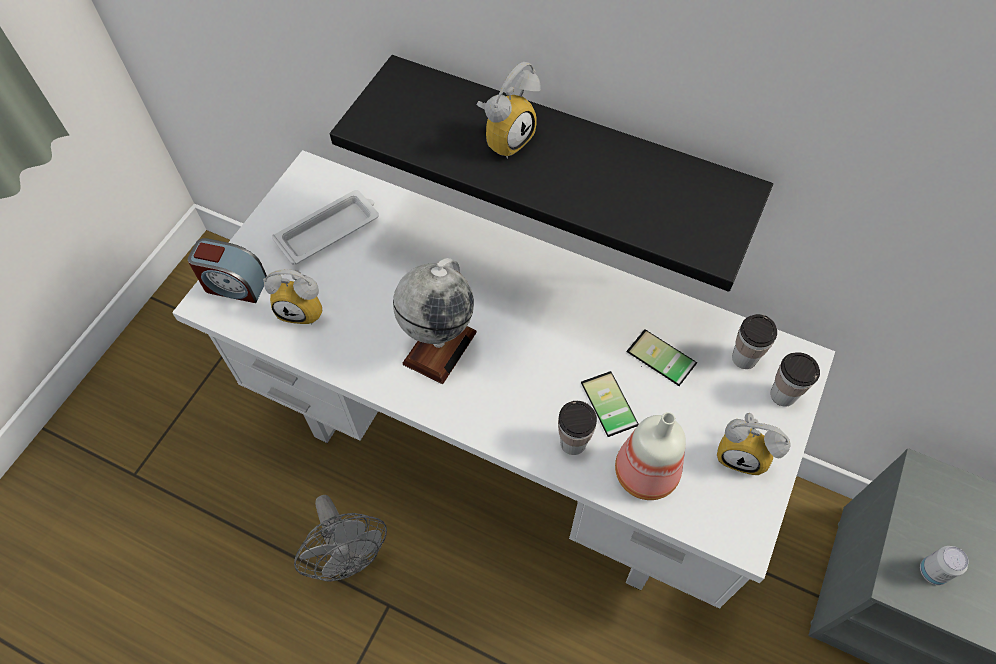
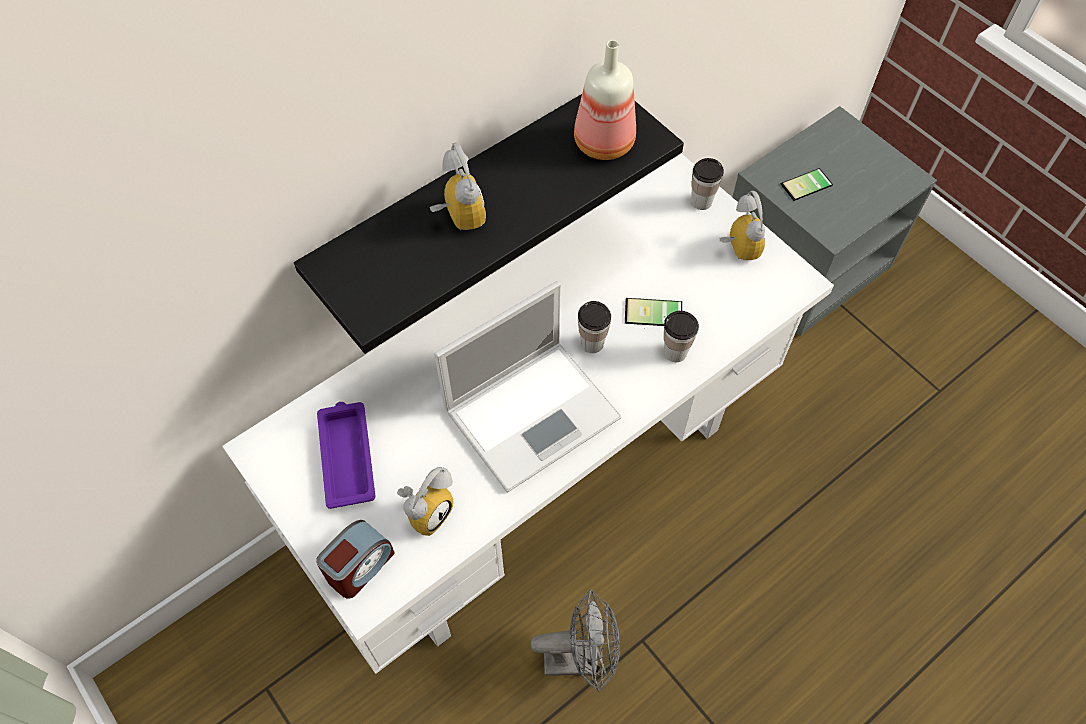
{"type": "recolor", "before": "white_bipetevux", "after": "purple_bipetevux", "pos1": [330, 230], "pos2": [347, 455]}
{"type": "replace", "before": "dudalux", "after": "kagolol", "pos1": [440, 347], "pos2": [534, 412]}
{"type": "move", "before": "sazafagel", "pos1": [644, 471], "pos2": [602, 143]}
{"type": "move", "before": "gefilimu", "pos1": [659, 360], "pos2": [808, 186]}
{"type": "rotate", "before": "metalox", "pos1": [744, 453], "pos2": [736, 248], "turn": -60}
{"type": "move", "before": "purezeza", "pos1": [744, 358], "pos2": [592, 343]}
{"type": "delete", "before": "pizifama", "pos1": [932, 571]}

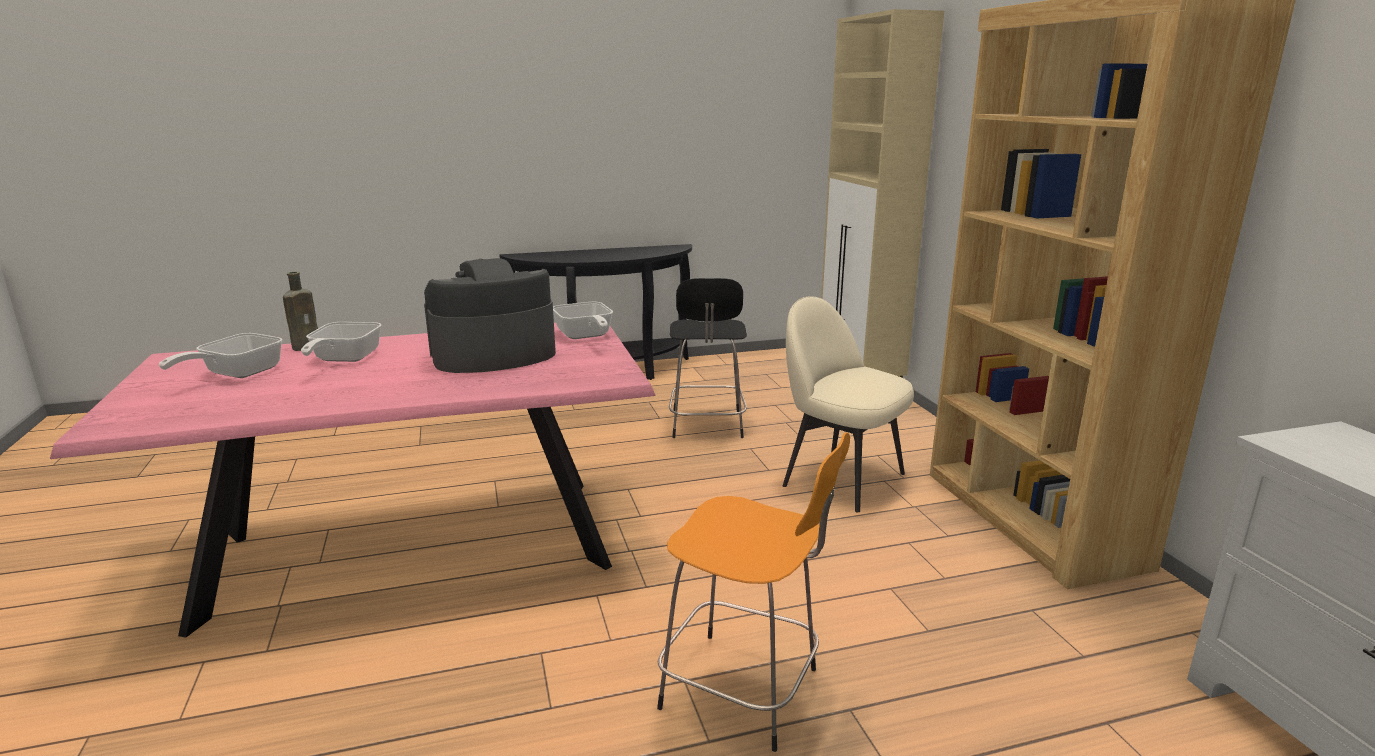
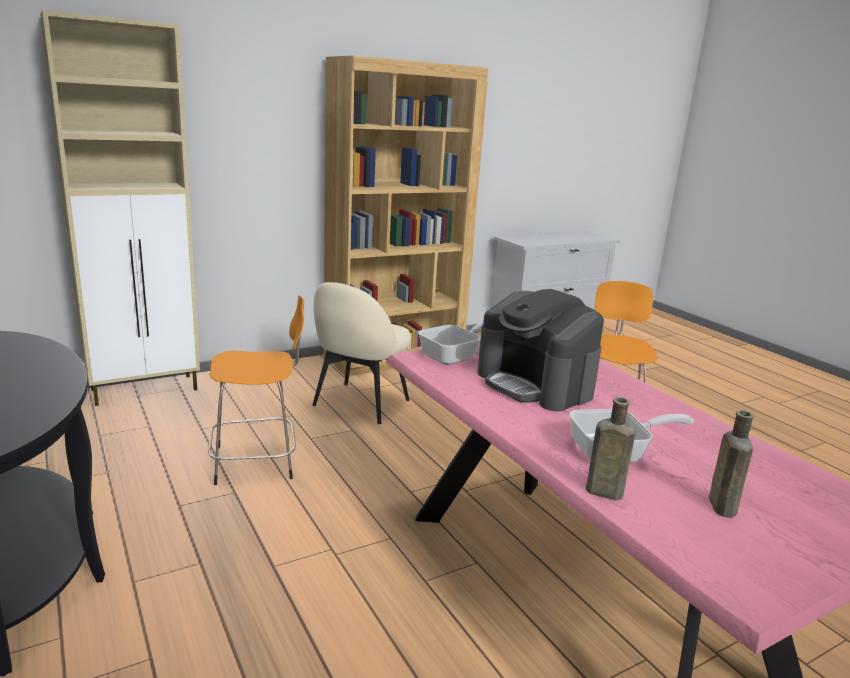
{"type": "replace", "before": "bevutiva", "after": "brown_sazafagel", "pos1": [235, 374], "pos2": [721, 505]}
{"type": "recolor", "before": "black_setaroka", "after": "orange_setaroka", "pos1": [707, 425], "pos2": [257, 462]}

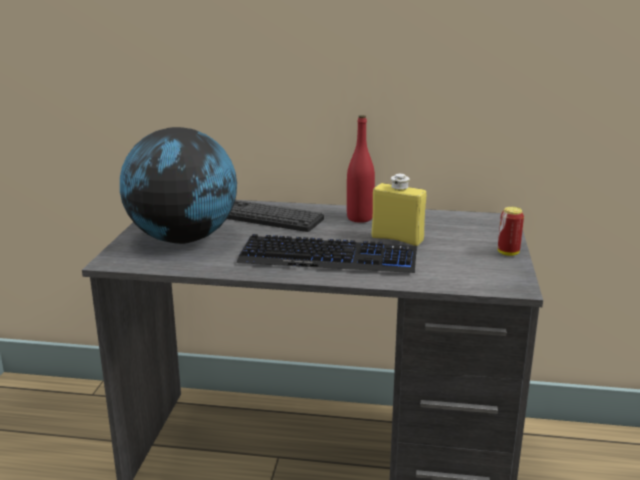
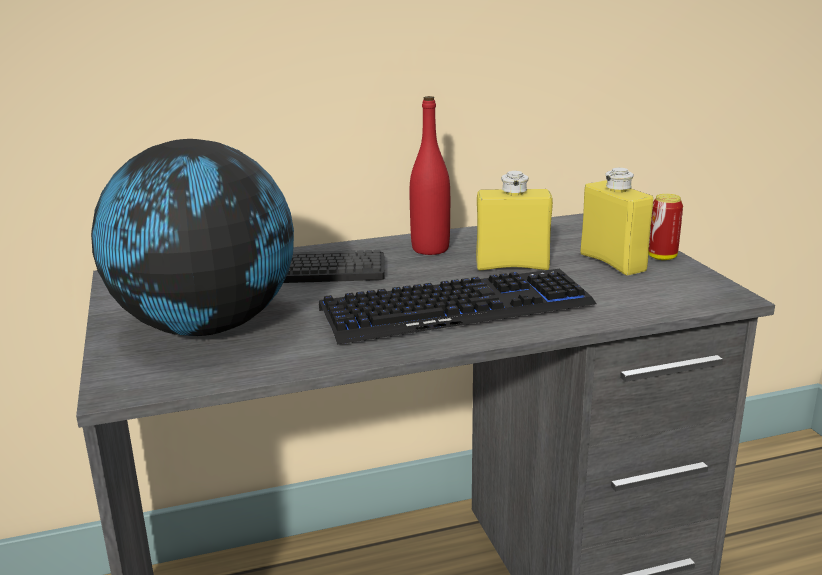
{"type": "insert", "after": "yellow_sazafagel", "pos2": [612, 262]}

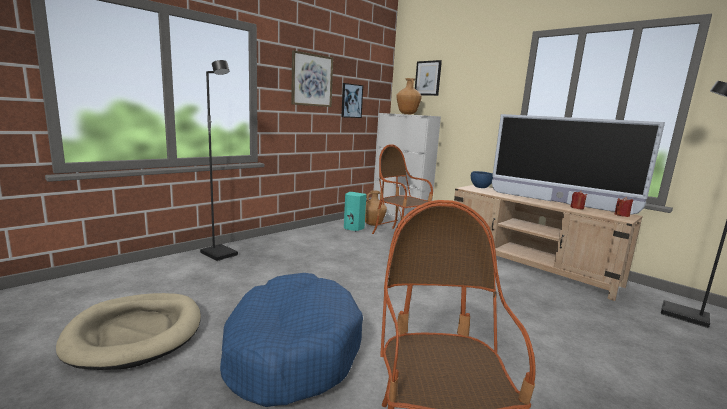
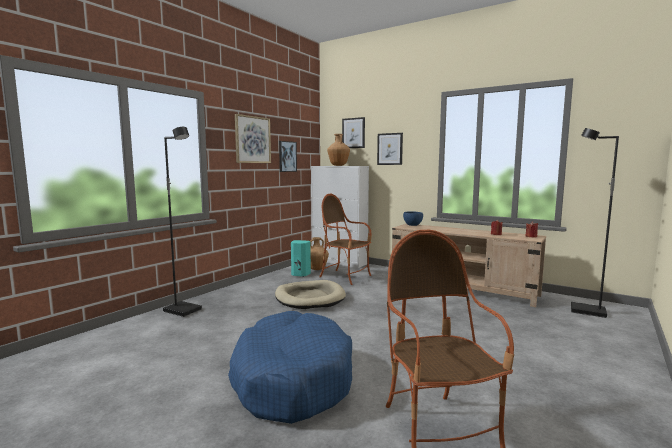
{"type": "move", "before": "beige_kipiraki", "pos1": [136, 333], "pos2": [310, 298]}
{"type": "delete", "before": "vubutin", "pos1": [558, 202]}
{"type": "insert", "after": "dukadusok", "pos2": [390, 149]}

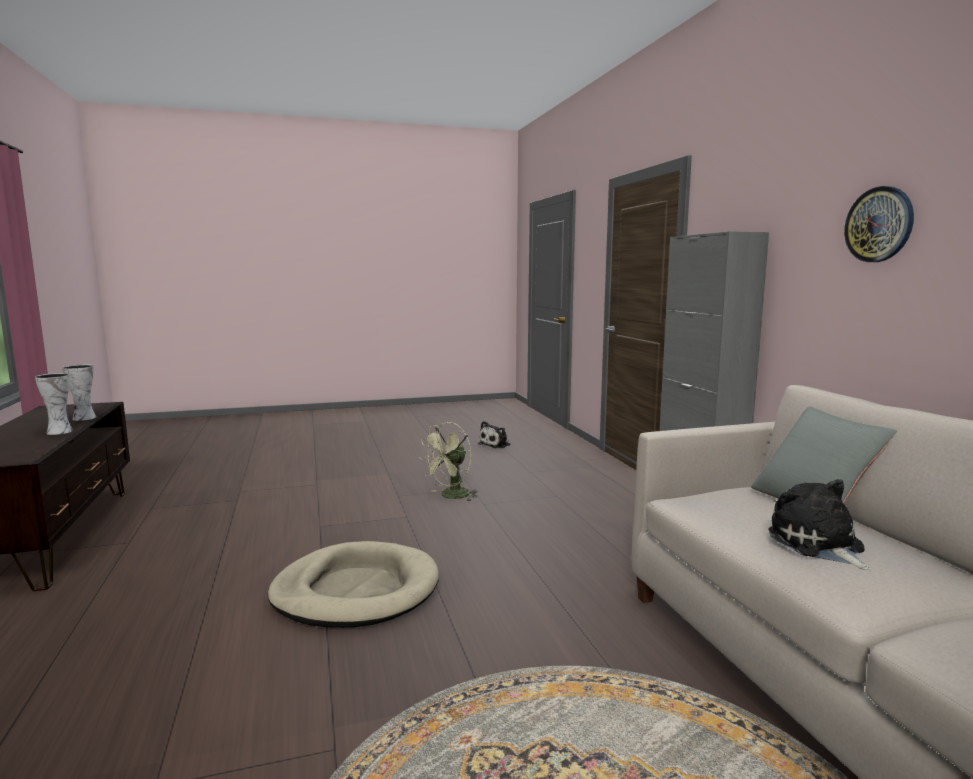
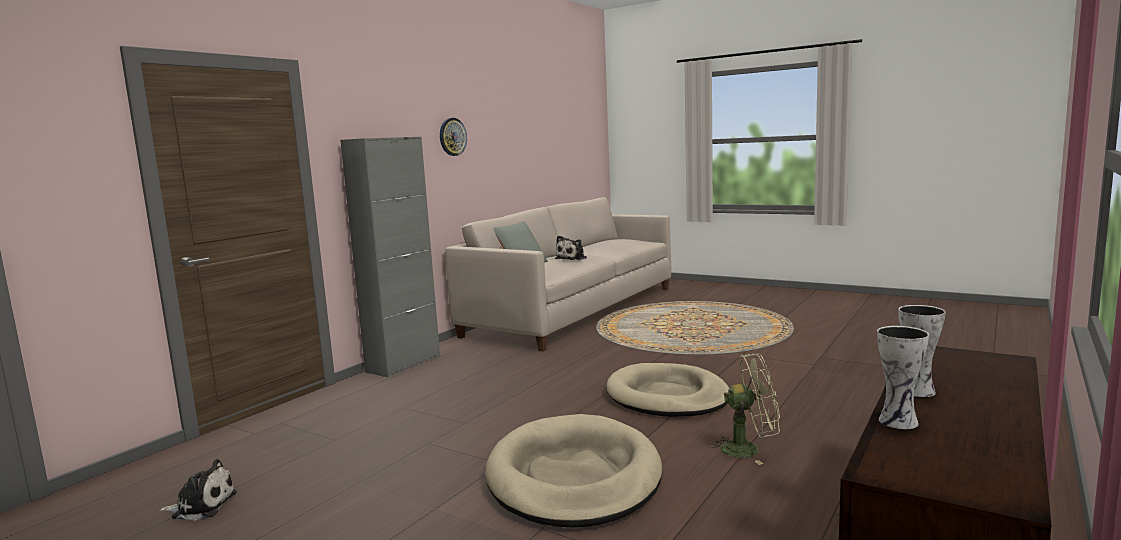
{"type": "move", "before": "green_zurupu", "pos1": [451, 496], "pos2": [748, 449]}
{"type": "insert", "after": "beige_kipiraki", "pos2": [574, 477]}

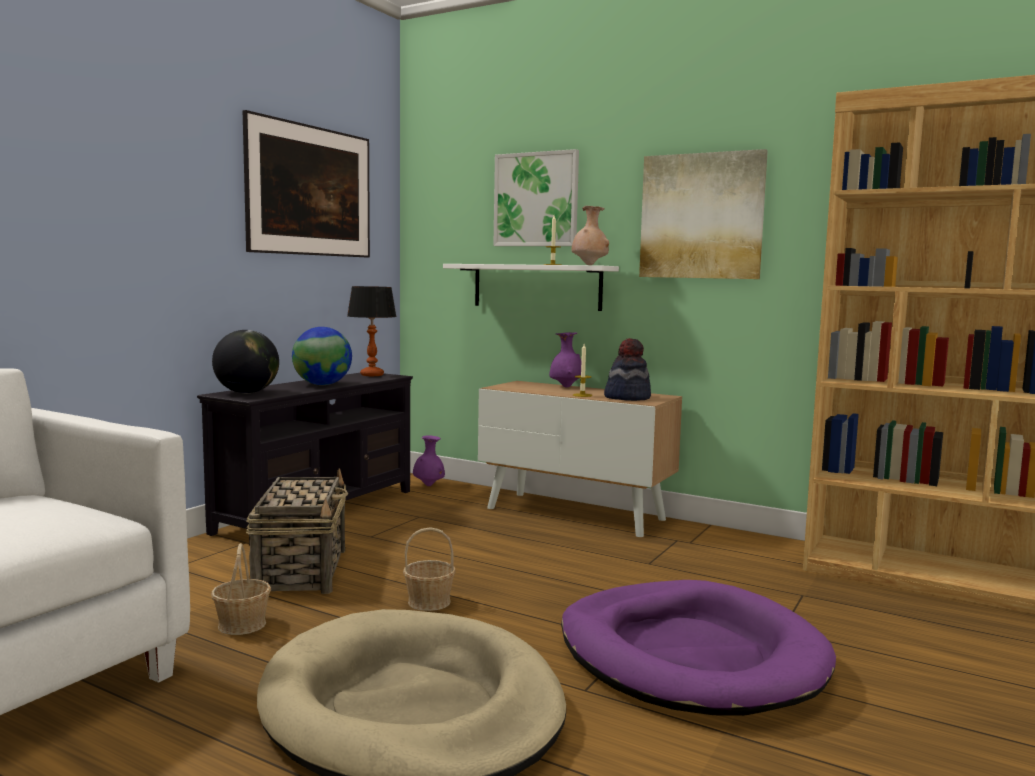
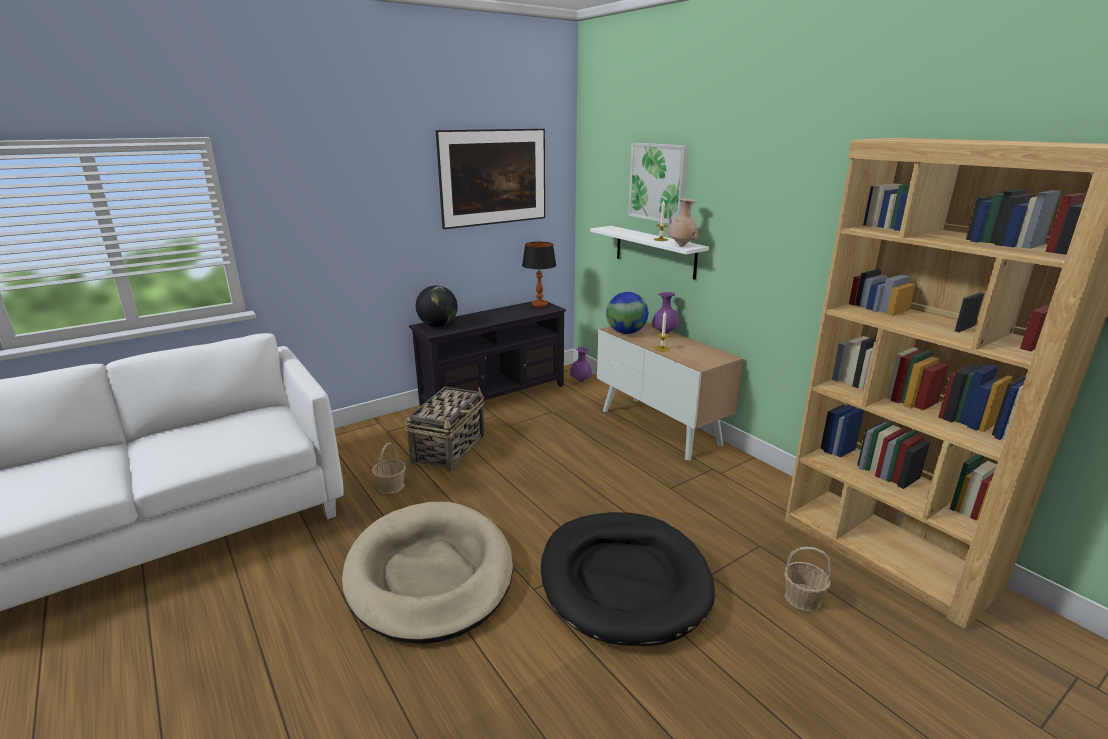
{"type": "move", "before": "dudalux", "pos1": [322, 385], "pos2": [626, 332]}
{"type": "move", "before": "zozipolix", "pos1": [429, 602], "pos2": [803, 598]}
{"type": "recolor", "before": "purple_kipiraki", "after": "black_kipiraki", "pos1": [690, 655], "pos2": [623, 580]}
{"type": "delete", "before": "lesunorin", "pos1": [627, 397]}
{"type": "delete", "before": "dukadusok", "pos1": [701, 216]}

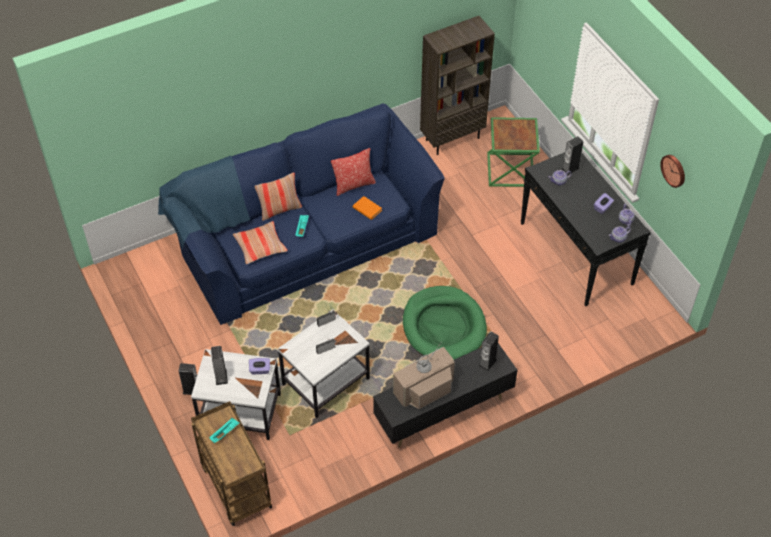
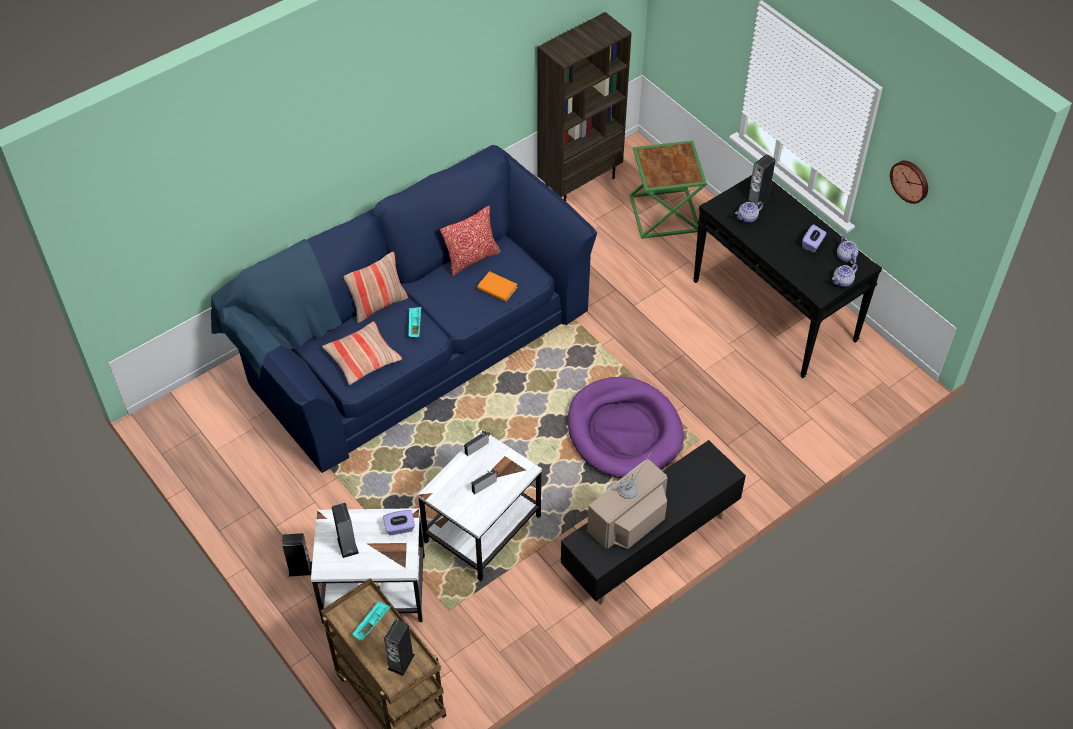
{"type": "recolor", "before": "green_kipiraki", "after": "purple_kipiraki", "pos1": [443, 326], "pos2": [624, 431]}
{"type": "move", "before": "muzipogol", "pos1": [487, 362], "pos2": [401, 661]}

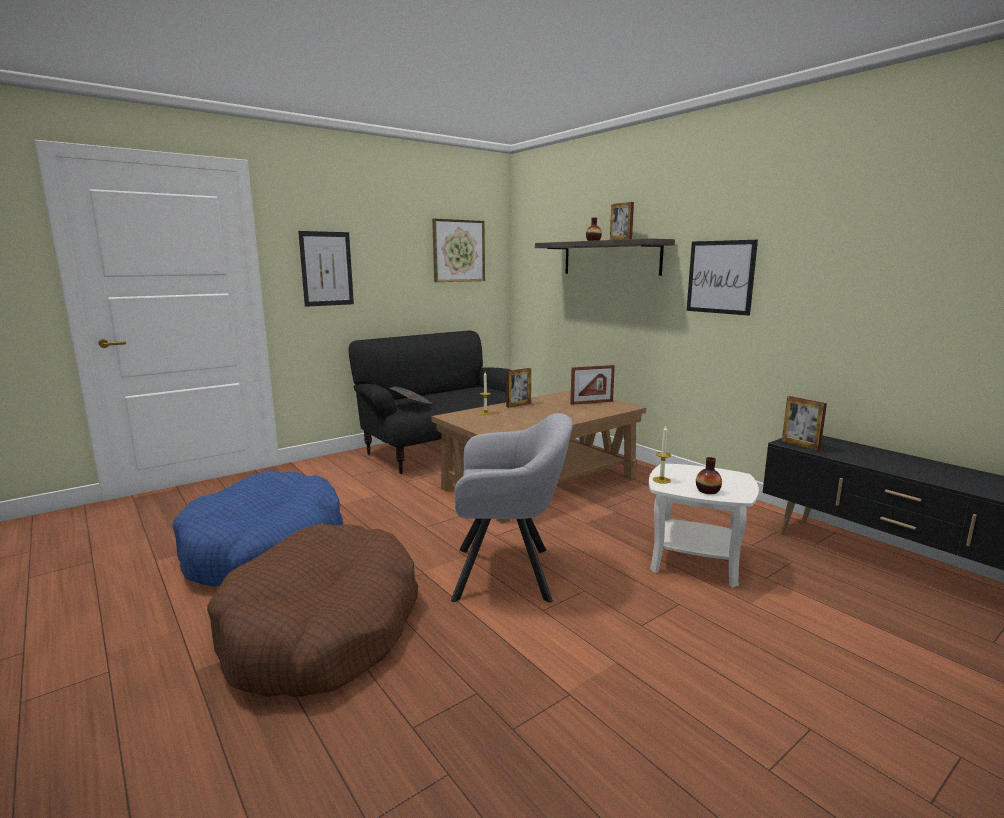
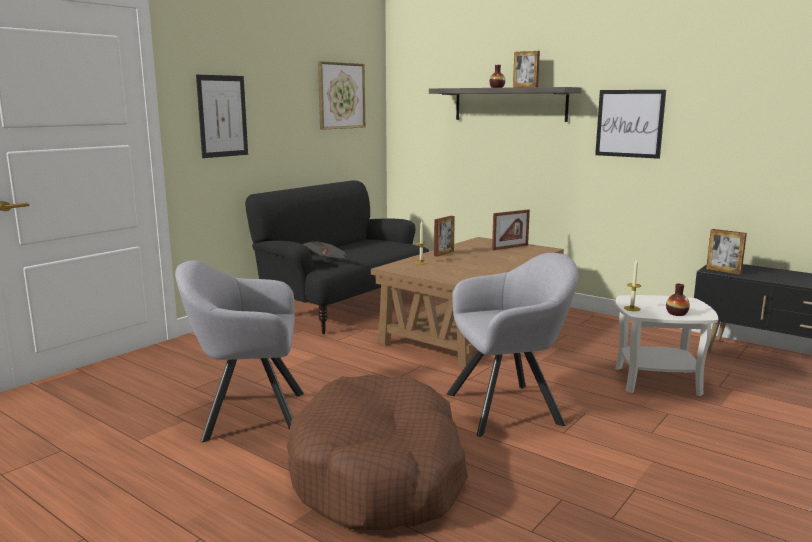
{"type": "replace", "before": "blue_kipiraki", "after": "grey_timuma", "pos1": [264, 548], "pos2": [247, 415]}

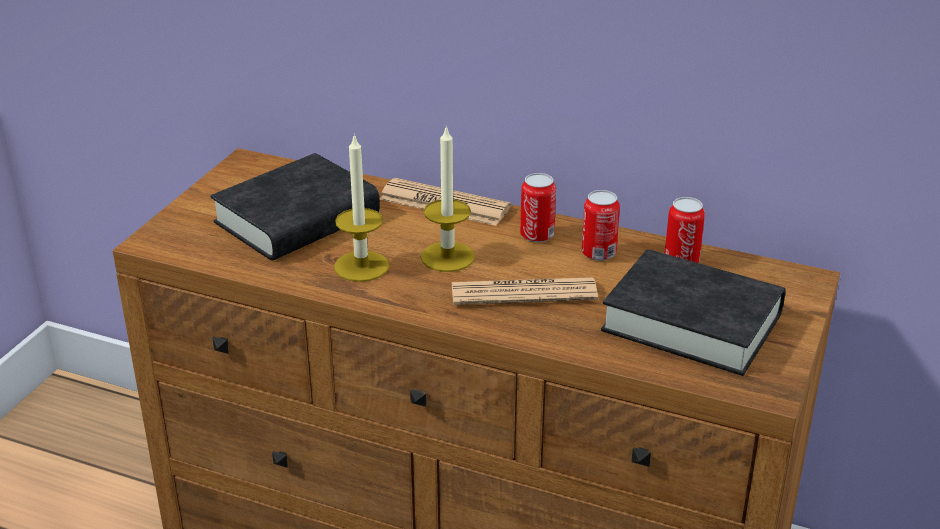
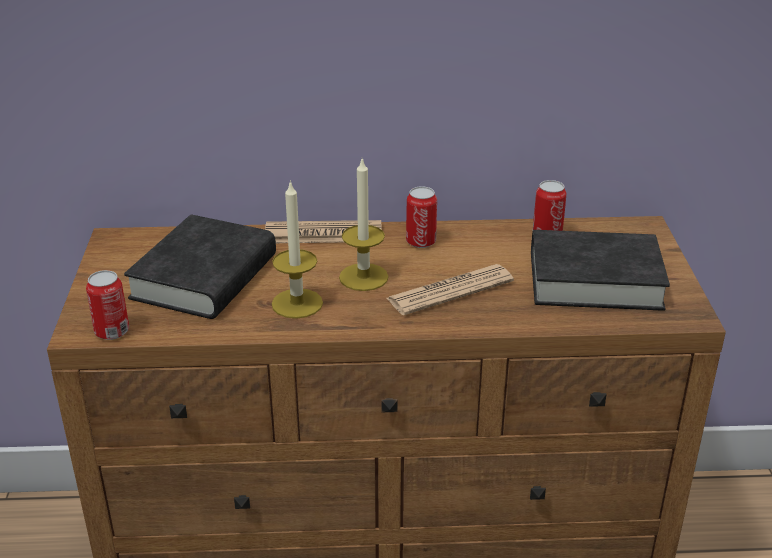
{"type": "move", "before": "pizifama", "pos1": [598, 253], "pos2": [112, 331]}

